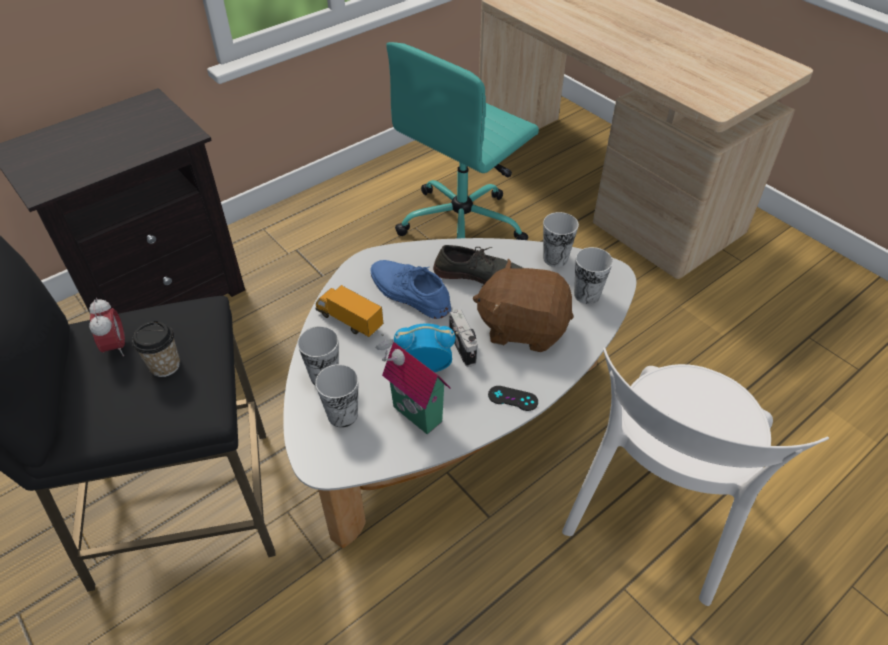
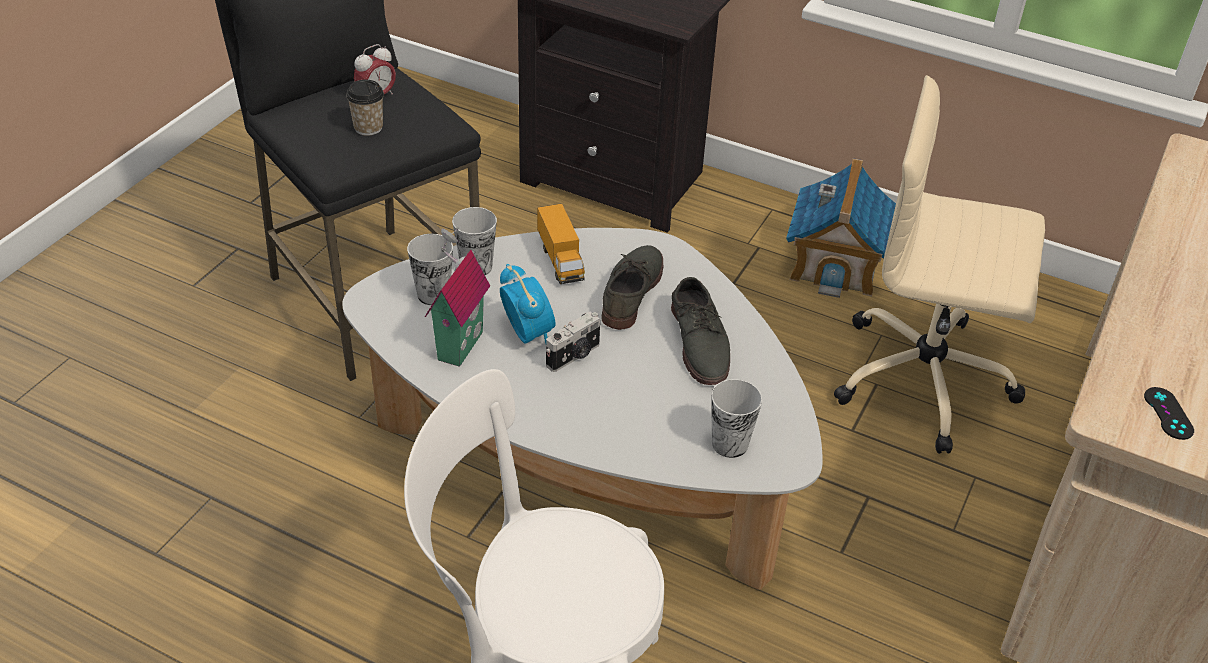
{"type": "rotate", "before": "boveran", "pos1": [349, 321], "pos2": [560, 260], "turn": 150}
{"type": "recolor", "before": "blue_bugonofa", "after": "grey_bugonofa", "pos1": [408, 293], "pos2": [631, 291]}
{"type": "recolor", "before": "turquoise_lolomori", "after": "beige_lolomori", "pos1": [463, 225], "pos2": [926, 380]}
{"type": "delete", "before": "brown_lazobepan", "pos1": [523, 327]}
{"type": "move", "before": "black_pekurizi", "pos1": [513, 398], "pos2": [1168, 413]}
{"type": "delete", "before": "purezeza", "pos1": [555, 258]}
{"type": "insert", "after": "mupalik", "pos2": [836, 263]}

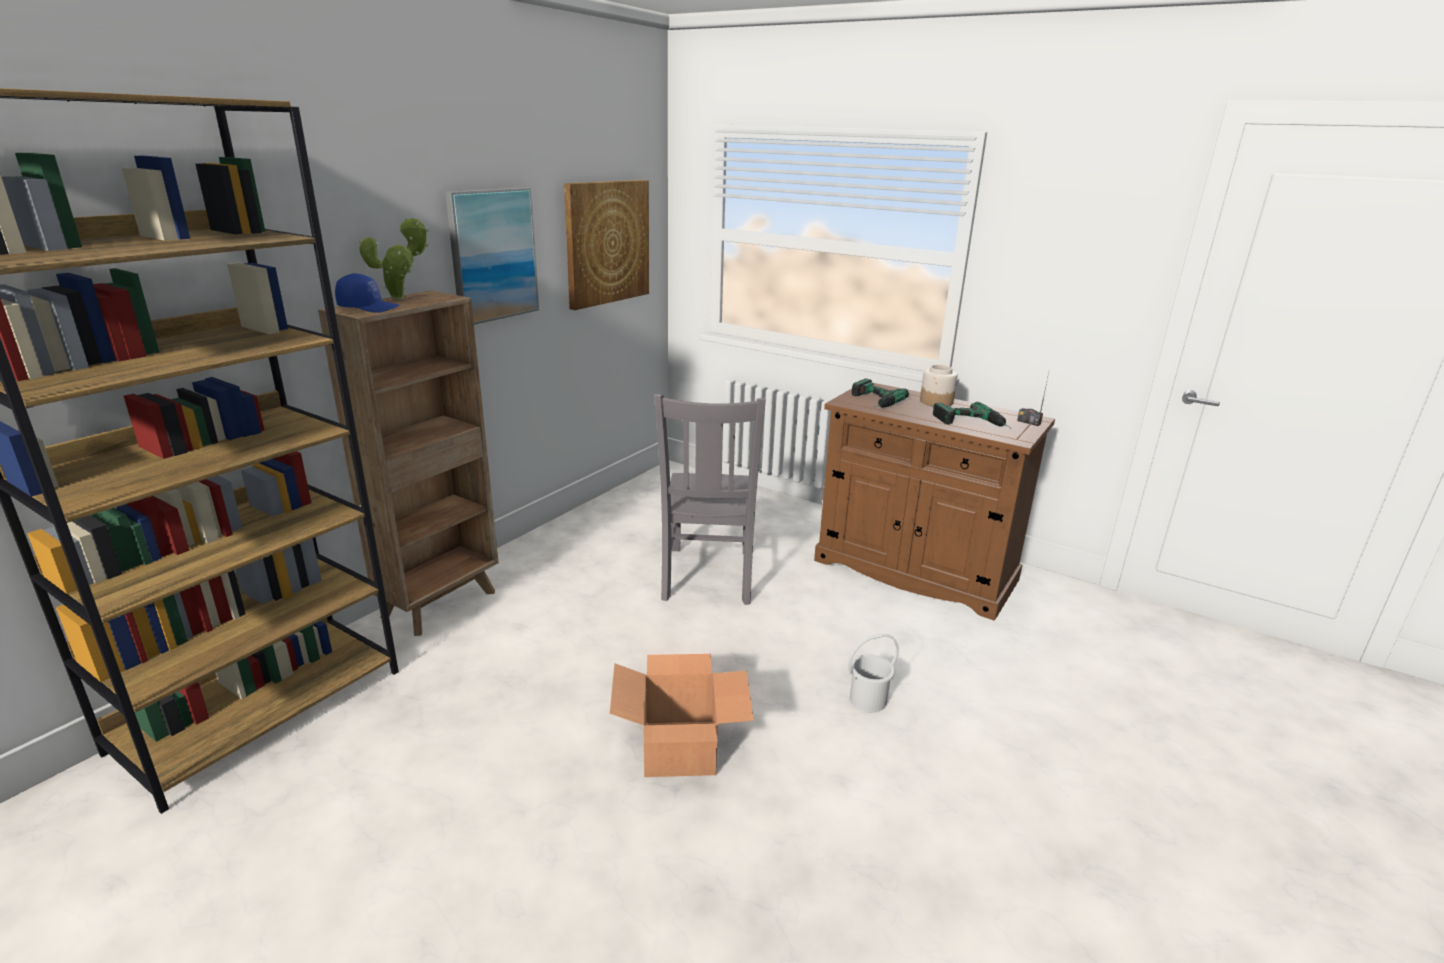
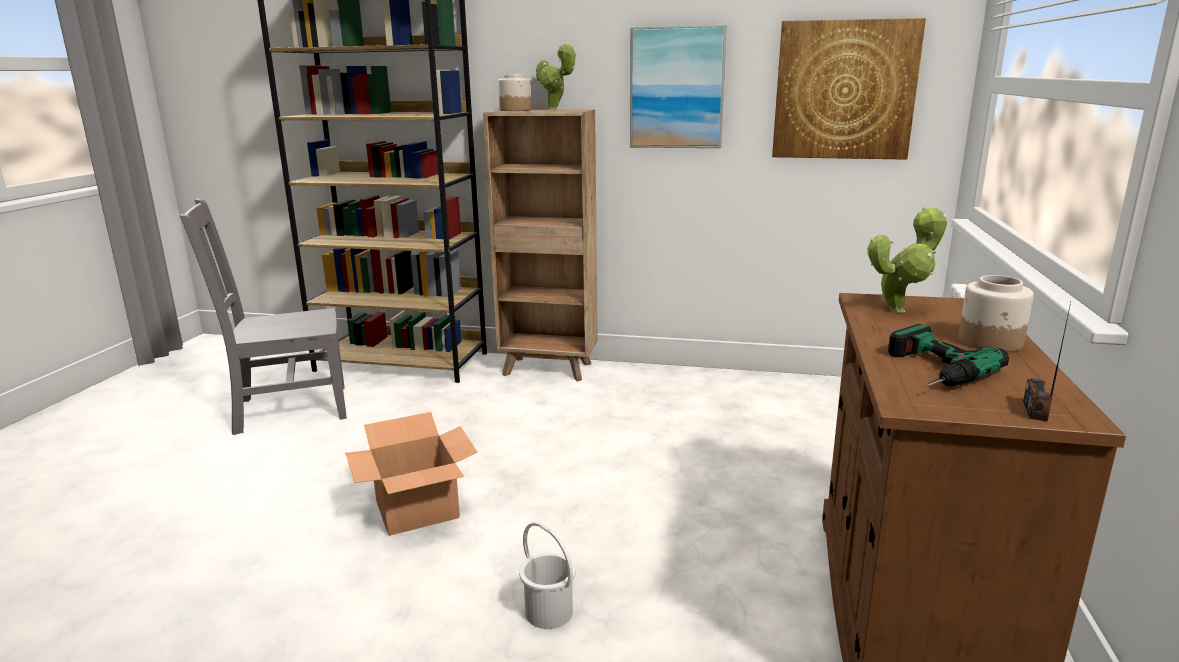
{"type": "replace", "before": "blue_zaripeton", "after": "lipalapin", "pos1": [369, 308], "pos2": [515, 110]}
{"type": "move", "before": "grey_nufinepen", "pos1": [708, 577], "pos2": [287, 409]}
{"type": "replace", "before": "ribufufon", "after": "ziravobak", "pos1": [871, 401], "pos2": [900, 310]}

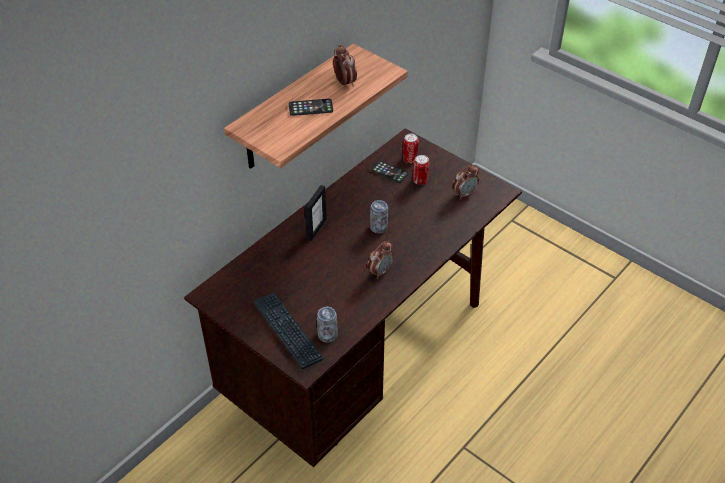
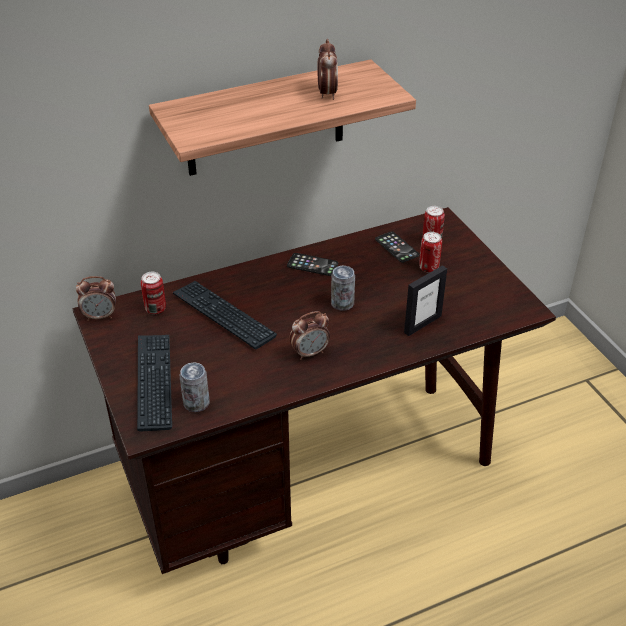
{"type": "move", "before": "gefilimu", "pos1": [310, 108], "pos2": [312, 265]}
{"type": "move", "before": "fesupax", "pos1": [316, 229], "pos2": [422, 324]}
{"type": "move", "before": "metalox", "pos1": [464, 194], "pos2": [100, 316]}
{"type": "insert", "after": "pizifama", "pos2": [155, 309]}
{"type": "insert", "after": "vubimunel", "pos2": [223, 315]}

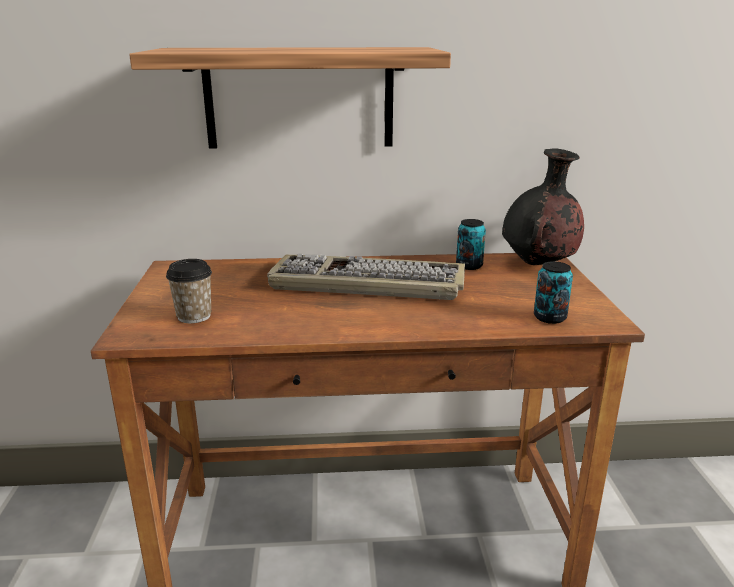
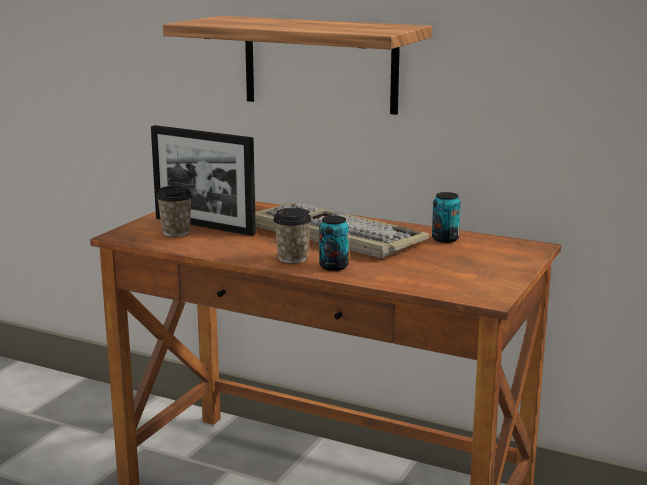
{"type": "delete", "before": "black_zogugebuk", "pos1": [538, 265]}
{"type": "move", "before": "pizifama", "pos1": [549, 317], "pos2": [333, 266]}
{"type": "insert", "after": "fesupax", "pos2": [204, 226]}
{"type": "insert", "after": "purezeza", "pos2": [292, 258]}

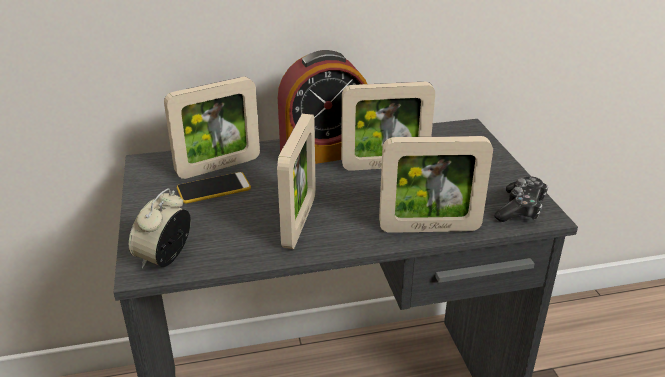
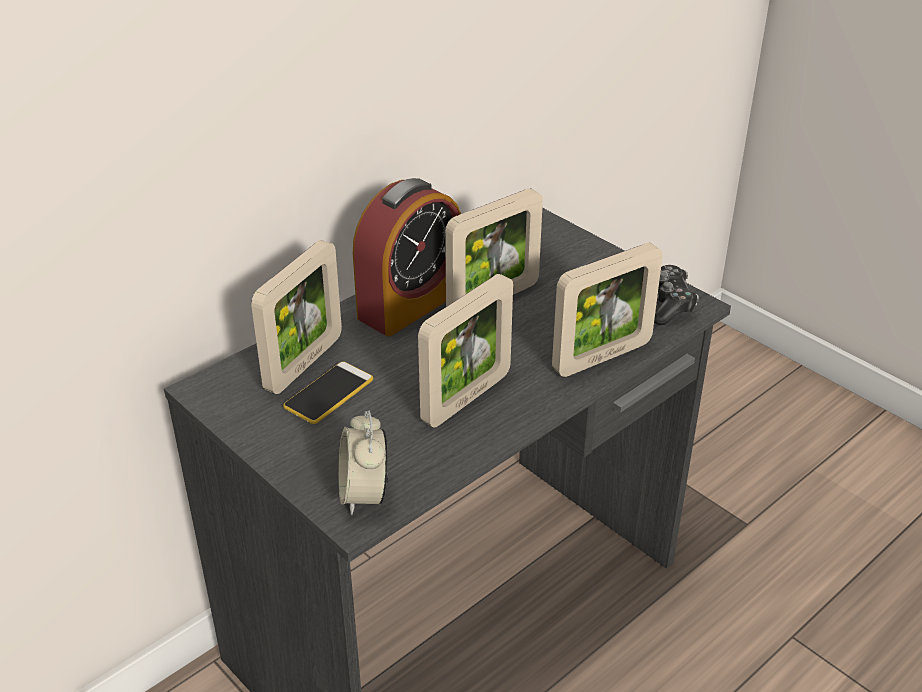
{"type": "rotate", "before": "fesupax", "pos1": [299, 222], "pos2": [466, 398], "turn": 60}

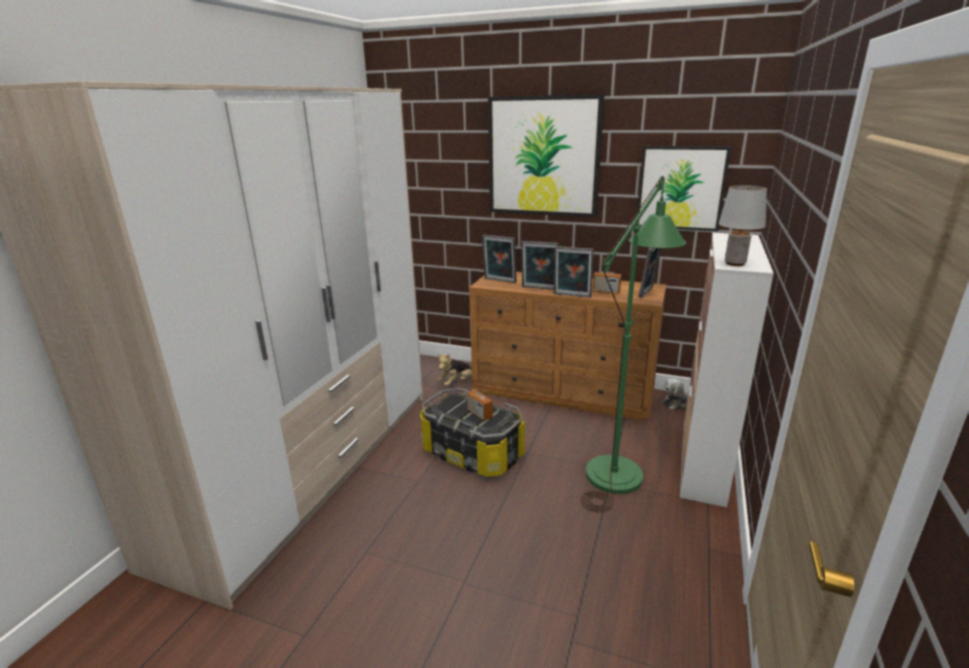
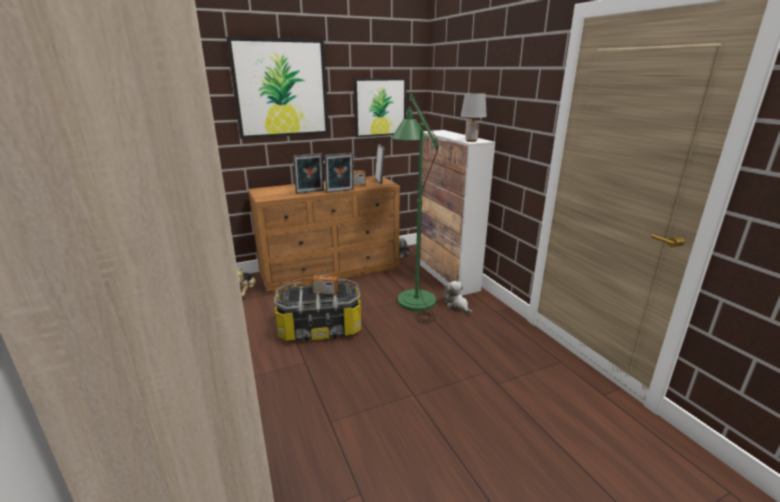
{"type": "delete", "before": "fesupax", "pos1": [499, 281]}
{"type": "insert", "after": "lazobepan", "pos2": [457, 306]}

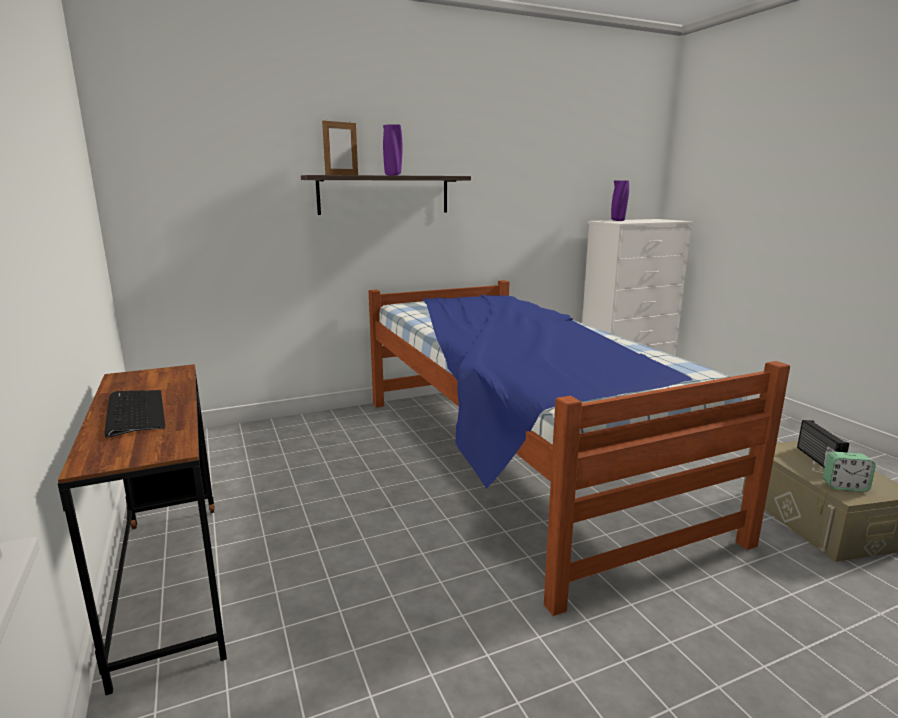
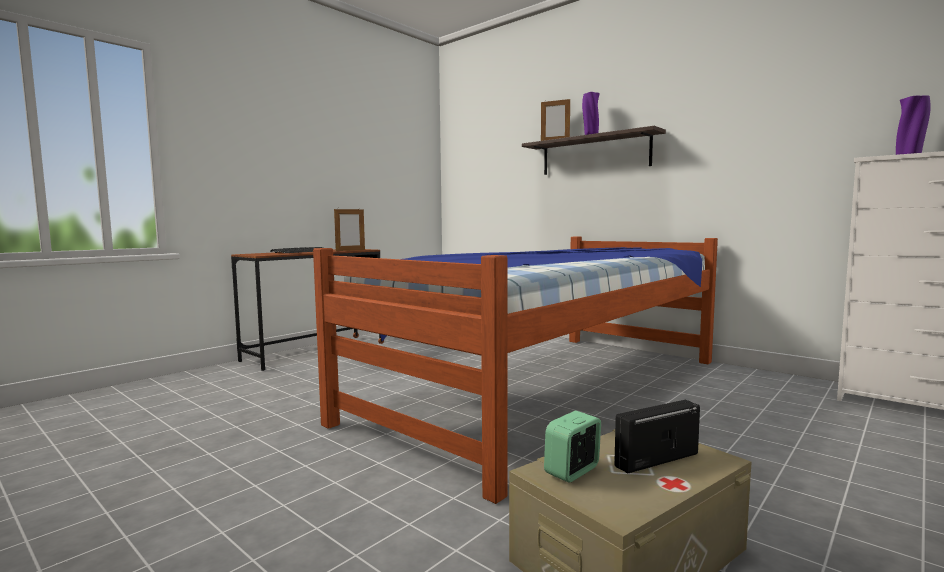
{"type": "rotate", "before": "metalox", "pos1": [845, 486], "pos2": [572, 471], "turn": 60}
{"type": "insert", "after": "fesupax", "pos2": [350, 250]}

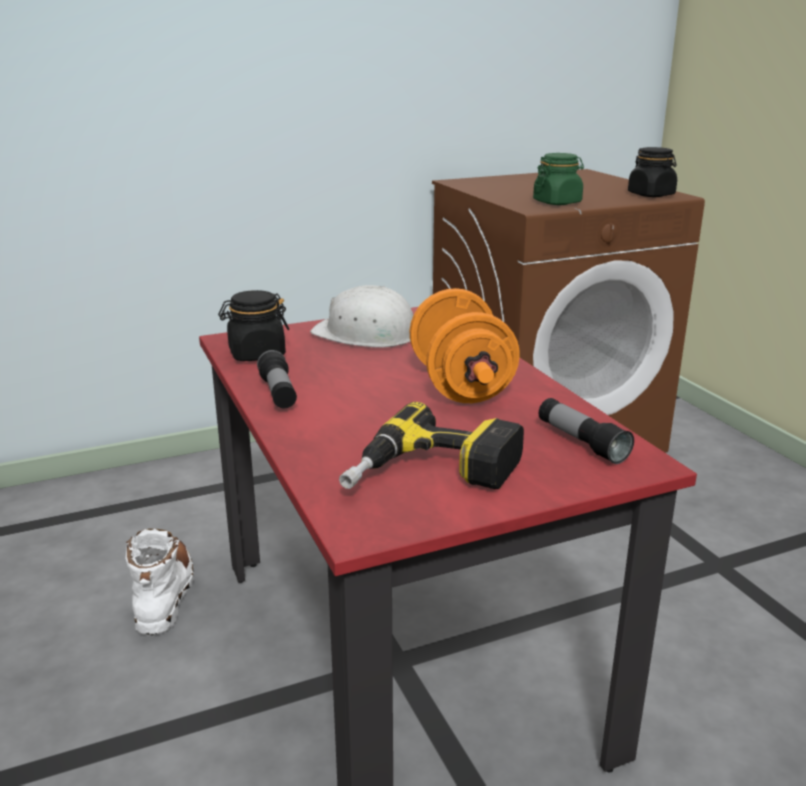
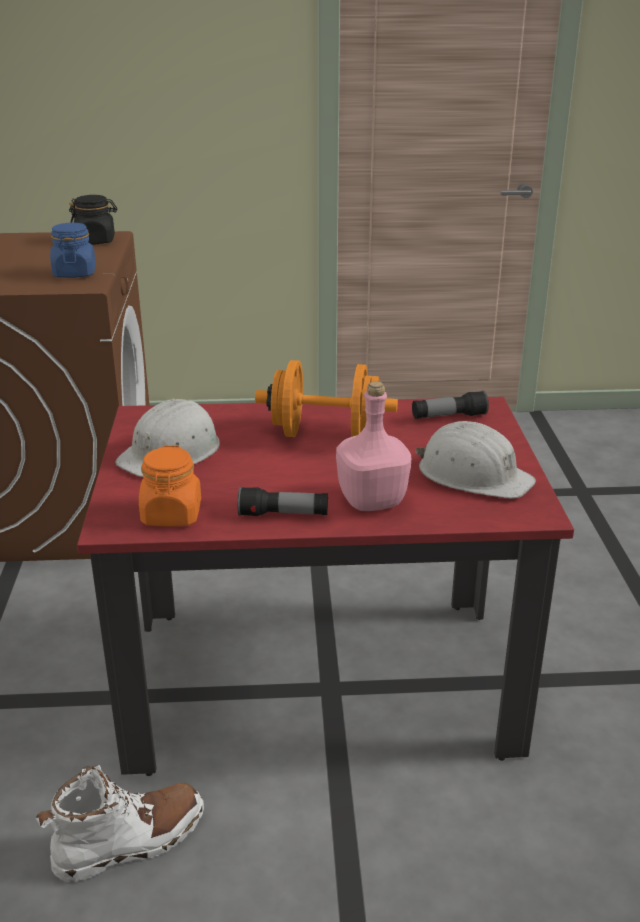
{"type": "rotate", "before": "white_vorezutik", "pos1": [165, 594], "pos2": [130, 842], "turn": 135}
{"type": "recolor", "before": "black_lipalapin", "after": "orange_lipalapin", "pos1": [256, 354], "pos2": [172, 515]}
{"type": "replace", "before": "ribufufon", "after": "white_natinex", "pos1": [432, 476], "pos2": [473, 475]}
{"type": "recolor", "before": "green_lipalapin", "after": "blue_lipalapin", "pos1": [557, 202], "pos2": [74, 273]}
{"type": "insert", "after": "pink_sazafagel", "pos2": [372, 501]}

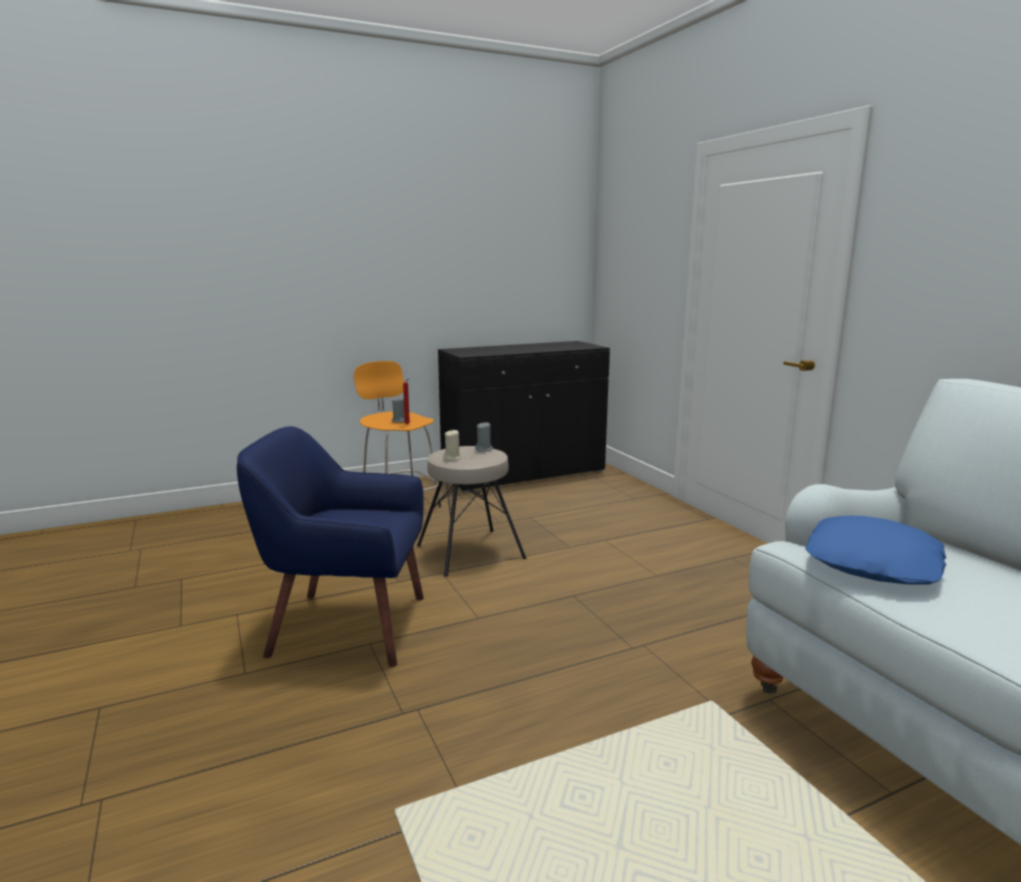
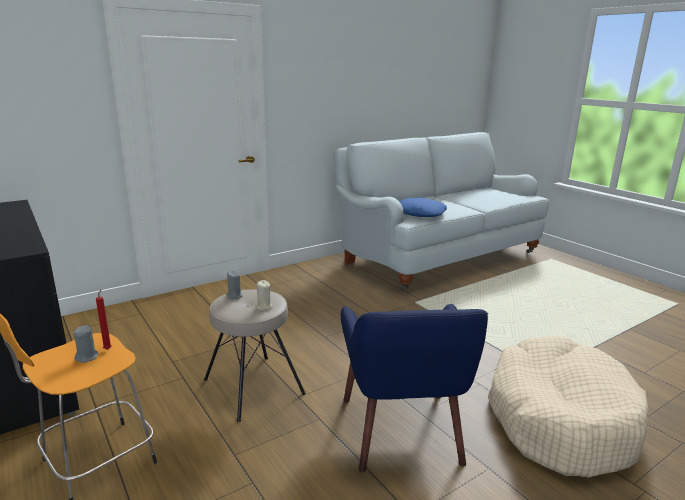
{"type": "insert", "after": "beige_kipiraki", "pos2": [559, 419]}

